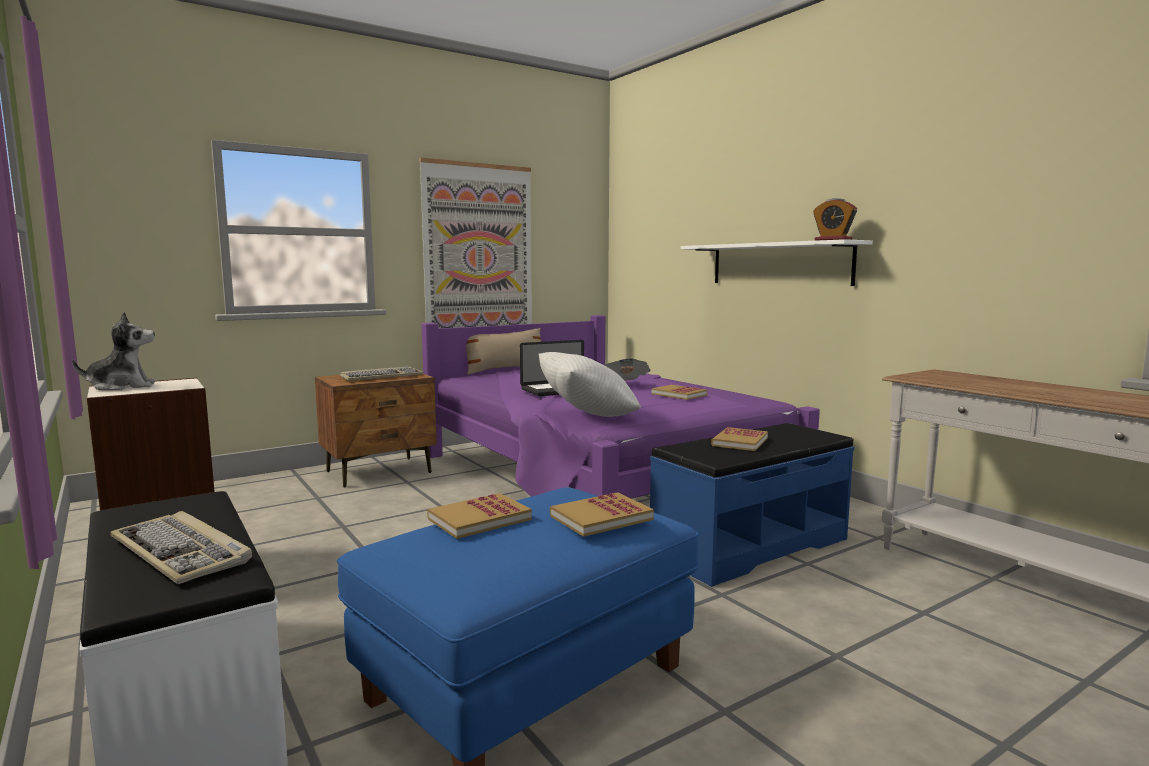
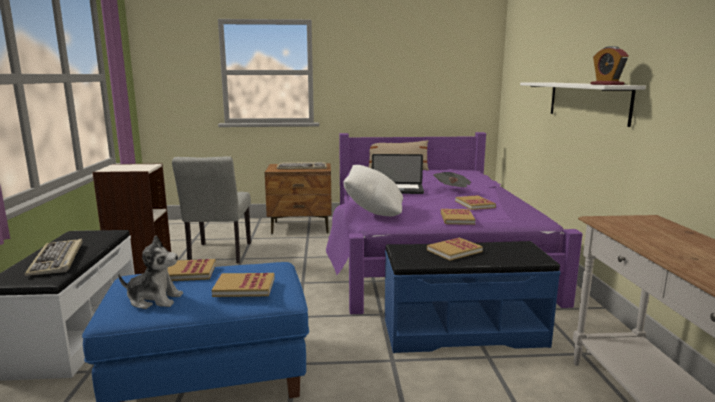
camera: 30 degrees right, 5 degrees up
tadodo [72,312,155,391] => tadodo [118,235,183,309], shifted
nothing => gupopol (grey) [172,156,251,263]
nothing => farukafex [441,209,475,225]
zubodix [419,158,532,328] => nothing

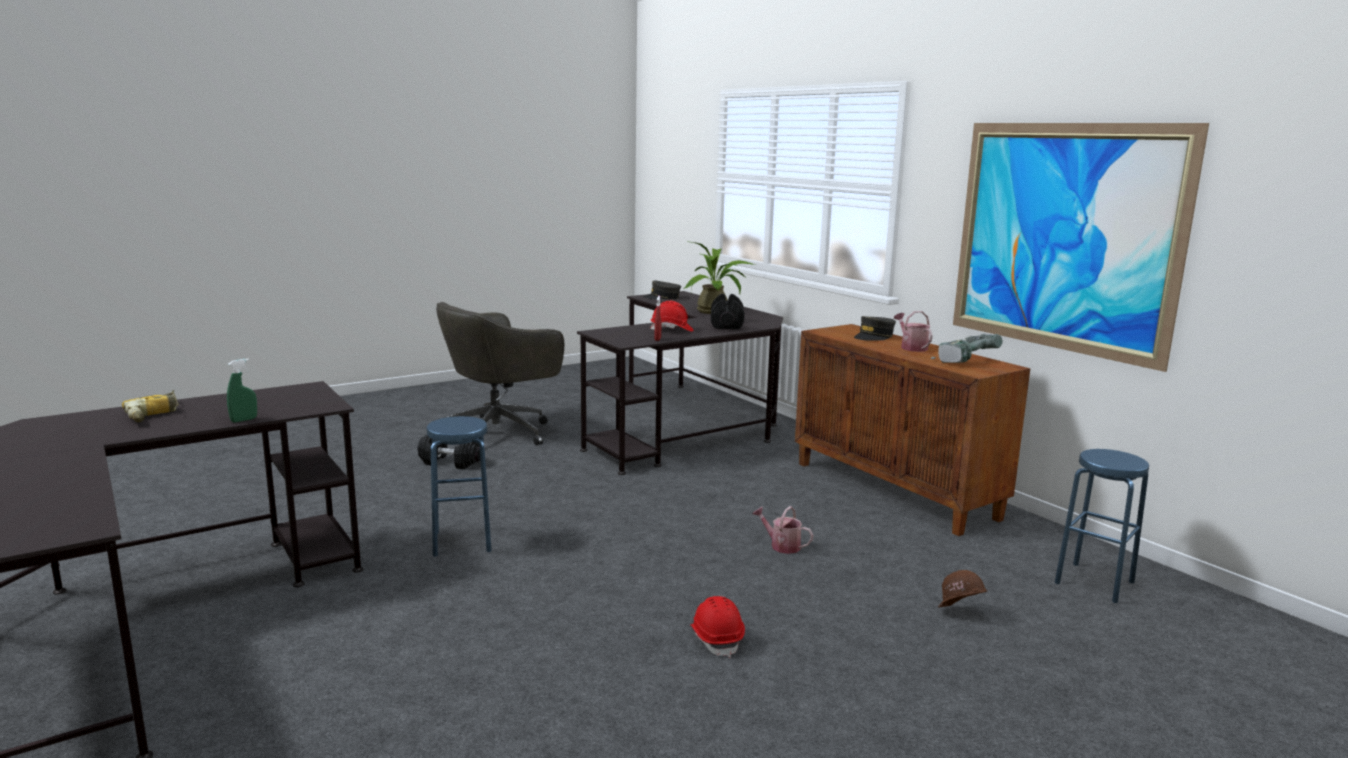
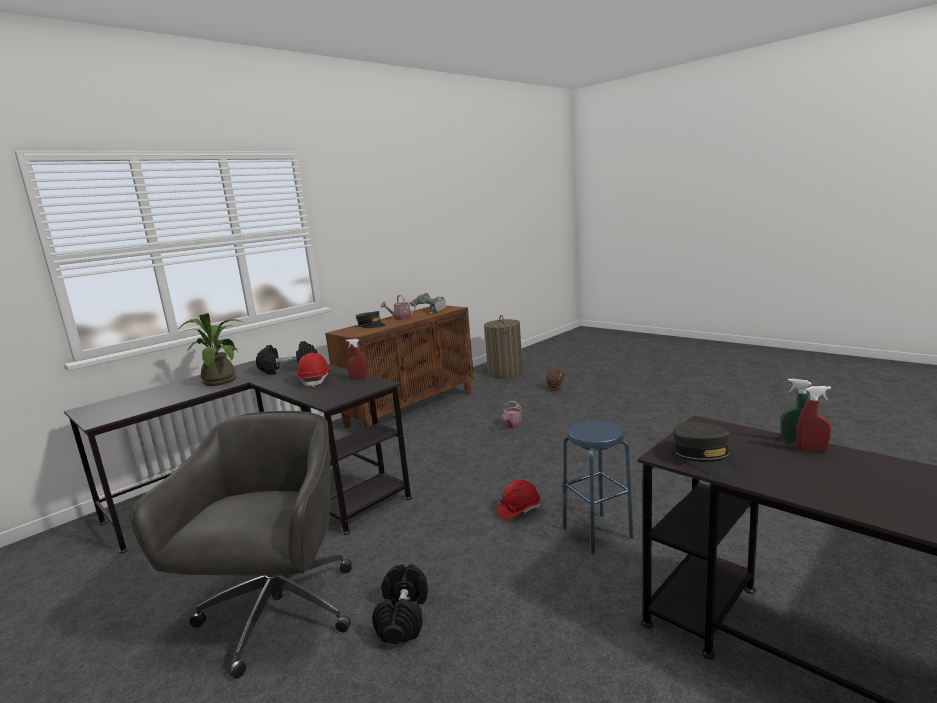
camera: 100 degrees left, 0 degrees up
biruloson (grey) [436,302,564,445] => biruloson (grey) [131,411,352,679], 120 degrees counterclockwise
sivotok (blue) [1055,449,1149,603] => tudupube [484,315,523,378]
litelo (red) [690,596,745,658] => litelo (red) [497,480,541,520], shifted
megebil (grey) [643,281,681,300] => megebil (grey) [673,422,737,476], shifted
nothing => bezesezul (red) [796,386,831,452]
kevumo [122,390,179,422] => nothing
zubodix [953,123,1209,372] => nothing

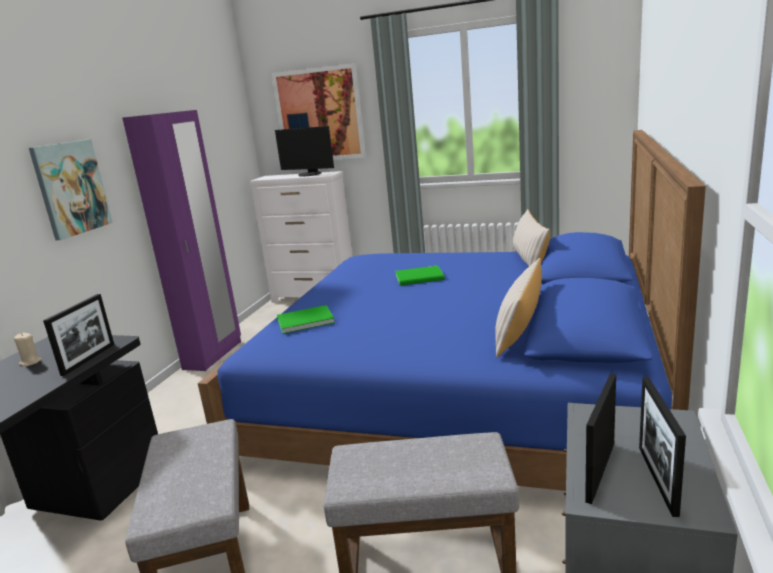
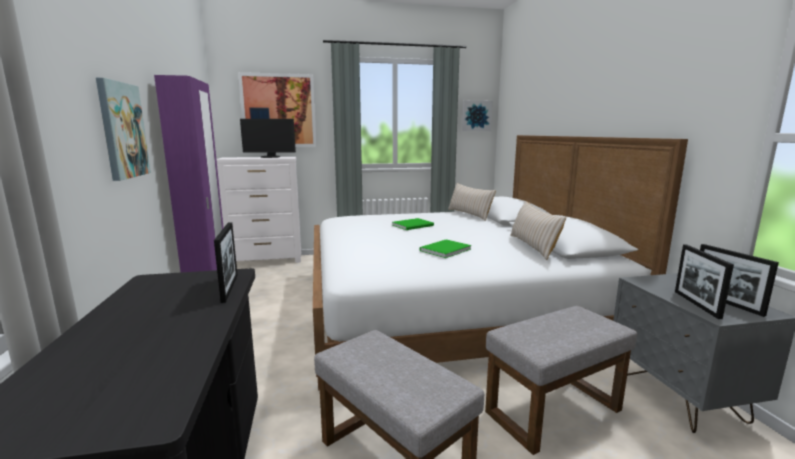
camera: 30 degrees left, 5 degrees down
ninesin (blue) [198,130,706,491] => ninesin (white) [313,135,688,390]
farukafex (green) [277,305,335,334] => farukafex (green) [419,239,471,258], shifted
nothing => zubodix [462,100,492,131]
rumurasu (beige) [14,333,42,366] => nothing

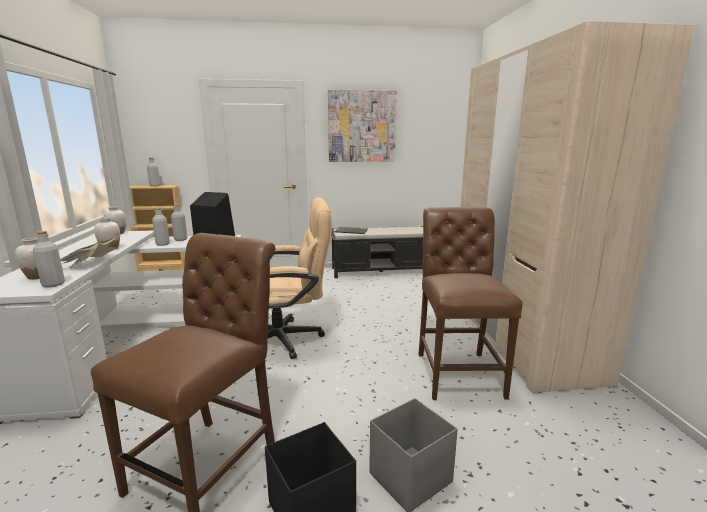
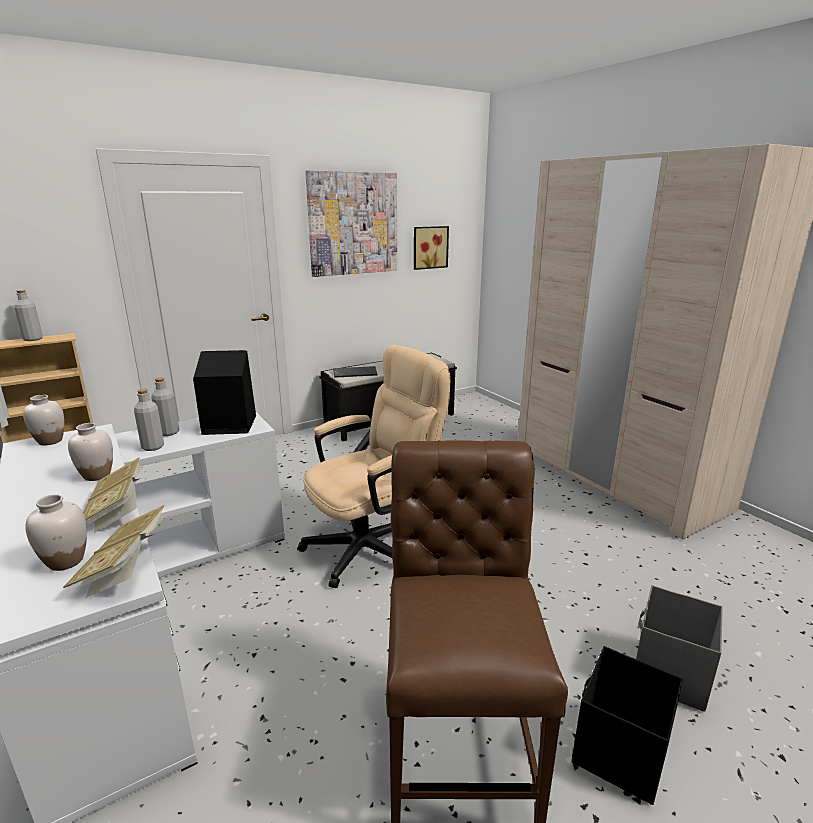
camera: 25 degrees left, 5 degrees up
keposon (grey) [33,231,65,288] => farukafex [63,505,167,598]
nothing => zubodix [414,226,449,270]
gupopol (brown) [418,207,523,400] => nothing

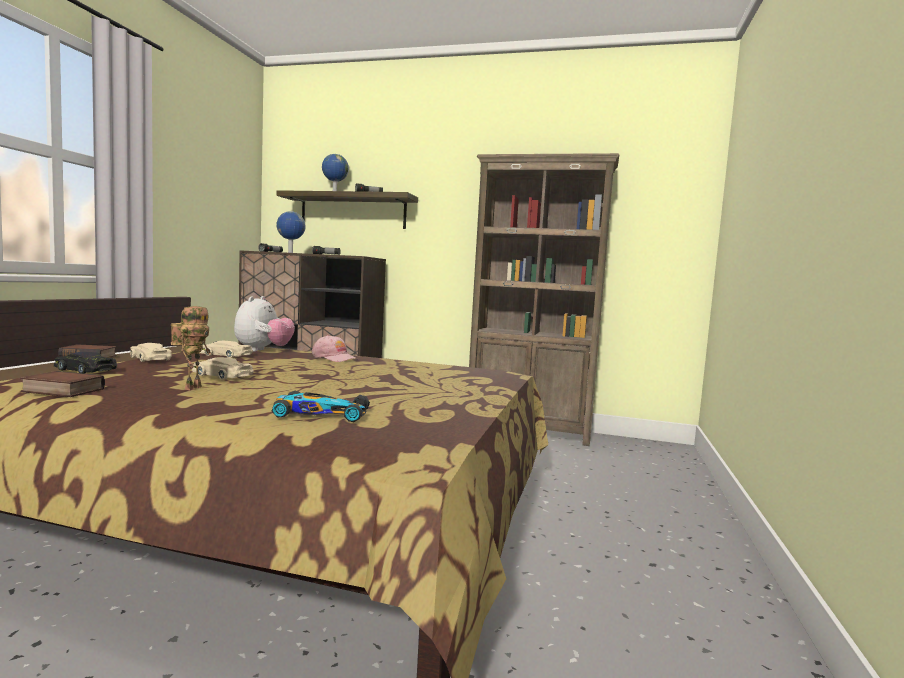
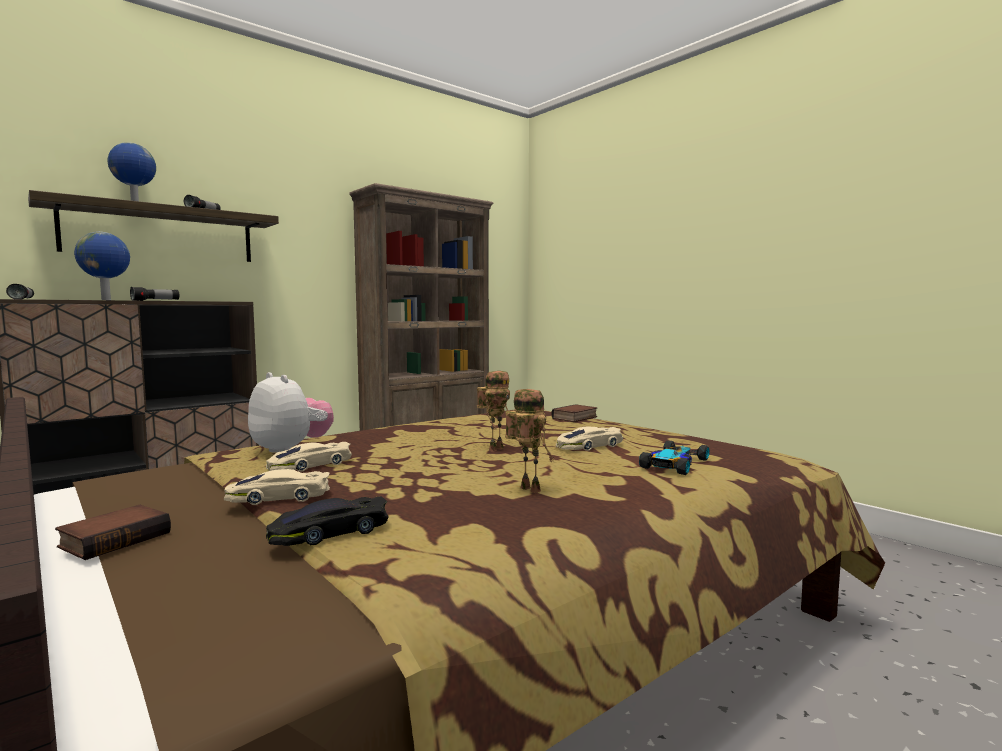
camera: 55 degrees left, 0 degrees up
nothing => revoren [477,371,510,452]
farukafex [20,371,105,397] => farukafex [552,404,597,422], shifted
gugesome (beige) [192,357,254,380] => gugesome (beige) [556,427,623,451], shifted
megebil (pink) [312,335,359,362] => nothing

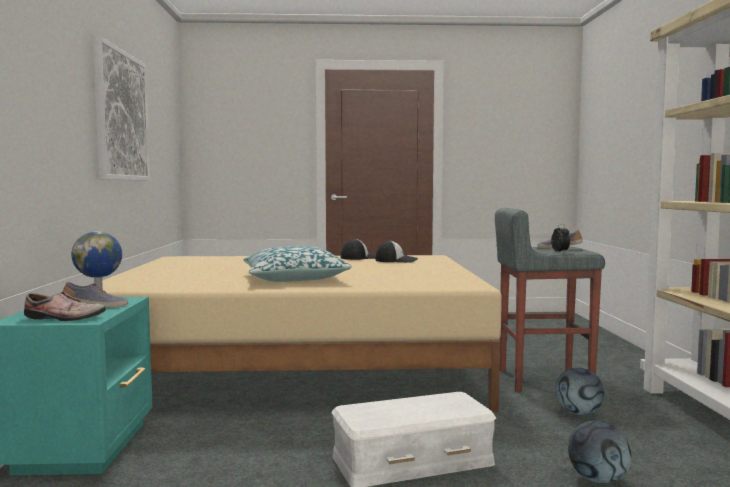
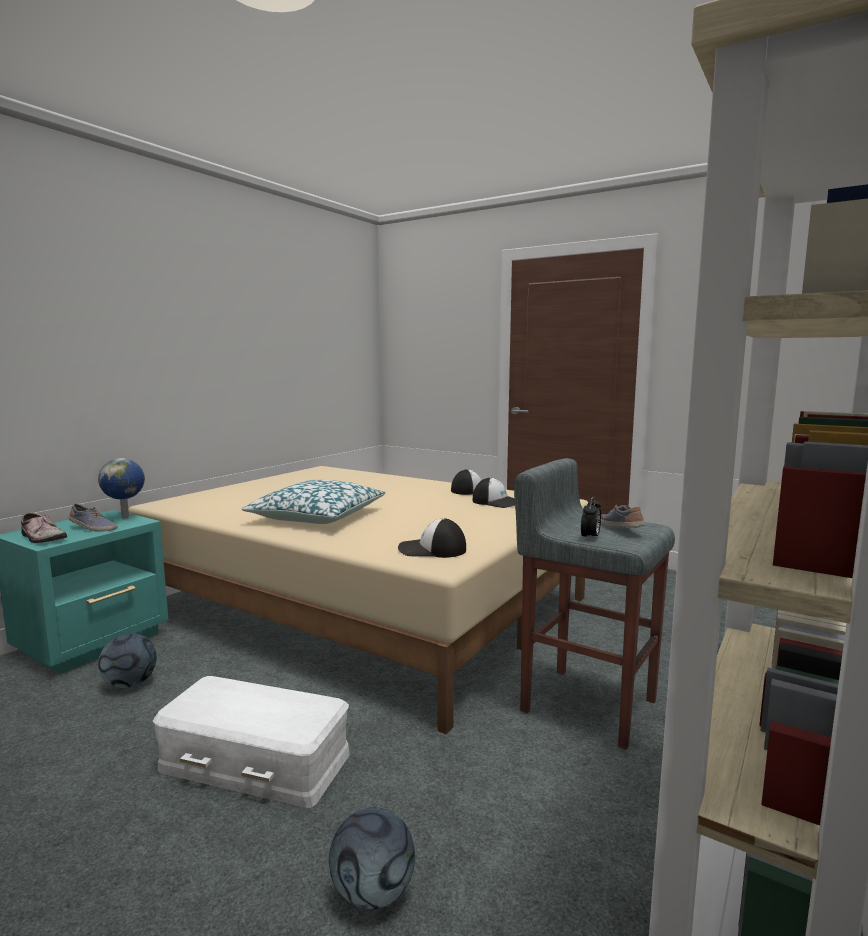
camera: 35 degrees right, 5 degrees up
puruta [556,368,604,415] => puruta [98,633,157,688], shifted
nothing => megebil [398,518,466,558]
zubodix [93,35,150,181] => nothing

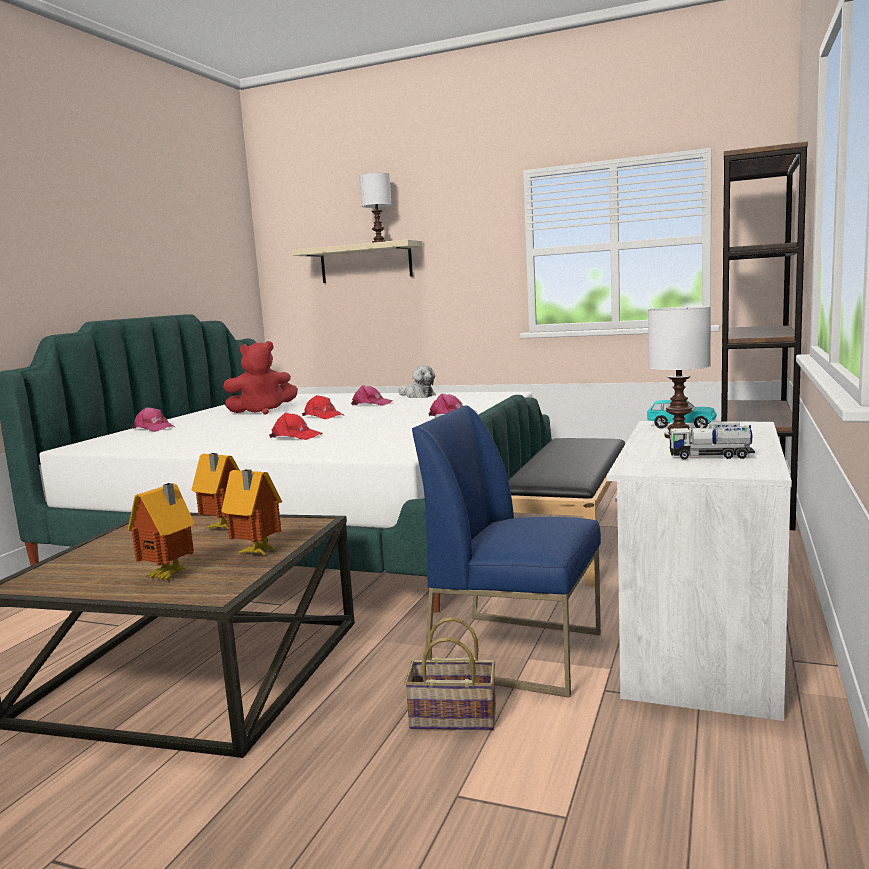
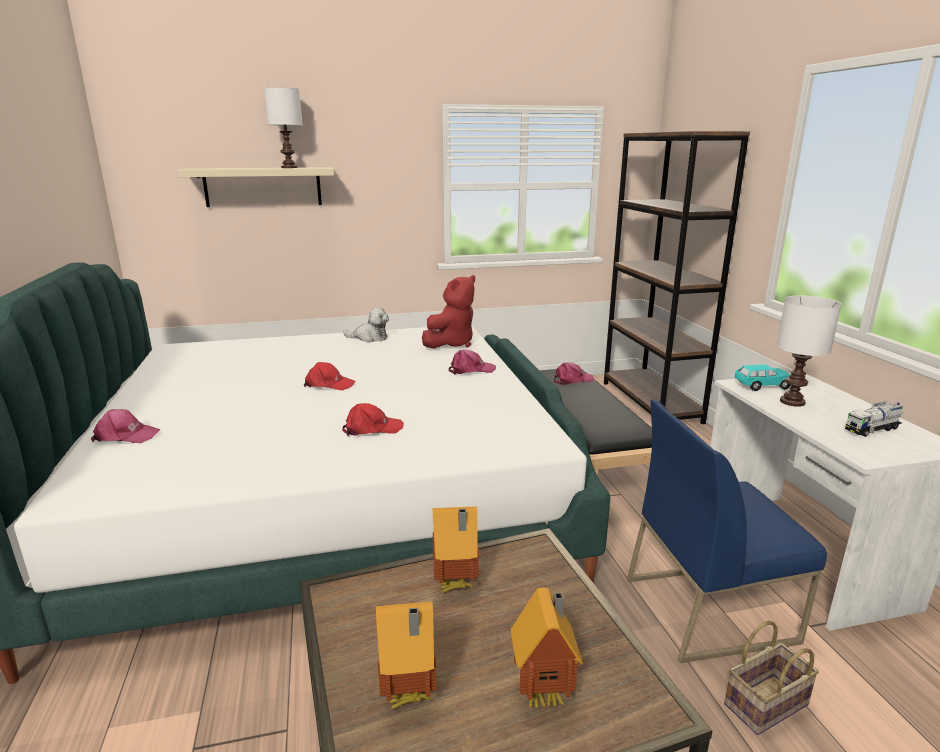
camera: 35 degrees left, 10 degrees up
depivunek [221,469,282,557] => depivunek [376,601,437,709], shifted
tadodo (red) [223,341,298,414] => tadodo (red) [422,275,475,349], shifted
megebil (pink) [351,385,393,406] => megebil (pink) [554,362,594,385], shifted

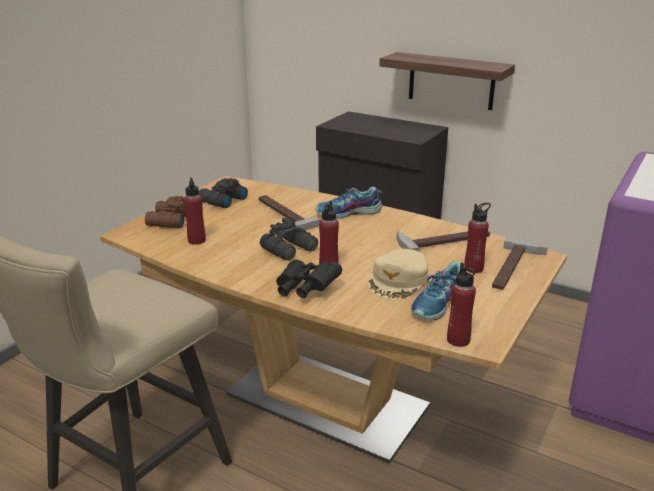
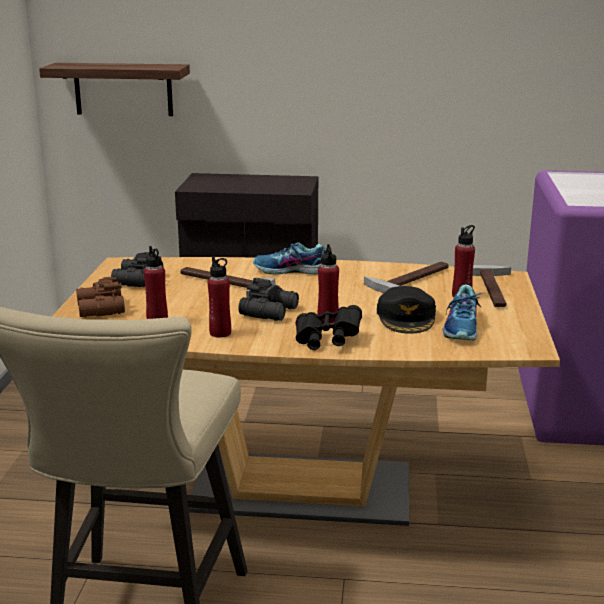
camera: 25 degrees left, 5 degrees down
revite [379,52,515,110] => revite [39,63,190,116], shifted
keposon (red) [447,263,476,347] => keposon (red) [208,256,231,338], shifted
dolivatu [316,187,382,219] => dolivatu [253,242,326,275], 45 degrees clockwise
megebil (beige) [368,249,429,300] => megebil (black) [377,286,436,334]

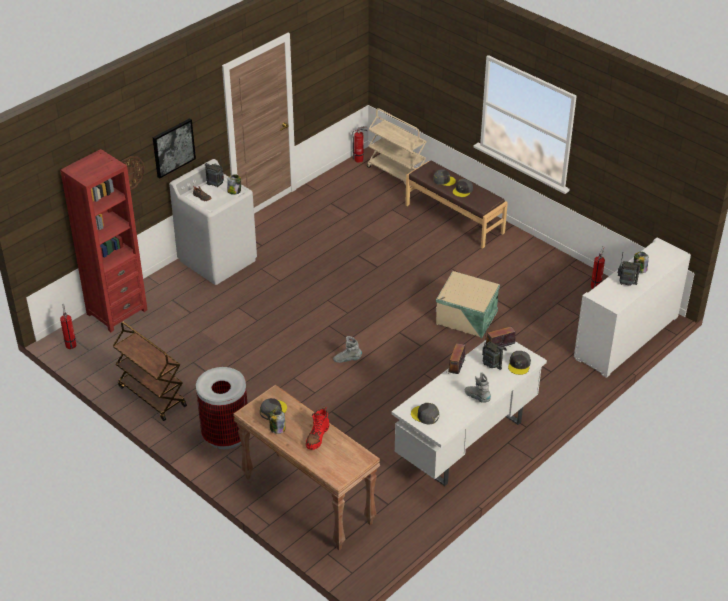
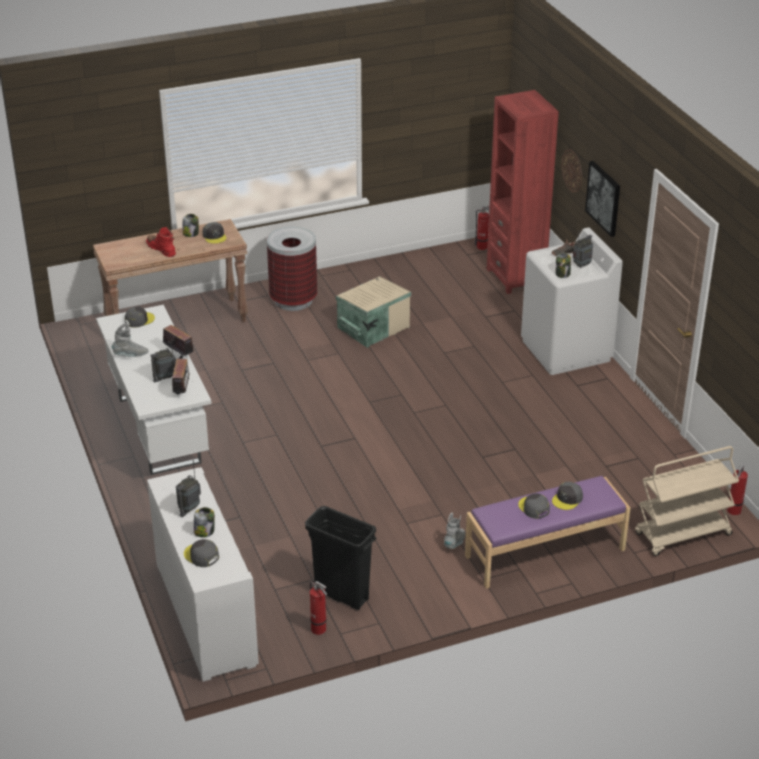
camera: 115 degrees right, 5 degrees down
megebil (grey) [508,351,531,375] => megebil (grey) [184,539,219,567], shifted
nothing => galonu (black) [305,506,376,610]
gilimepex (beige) [436,271,500,338] => gilimepex (beige) [336,276,411,348], shifted
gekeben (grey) [333,336,362,363] => gekeben (grey) [444,512,465,549], shifted
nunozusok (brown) [405,161,508,249] => nunozusok (purple) [465,476,630,589]
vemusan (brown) [113,322,187,421] => nothing

